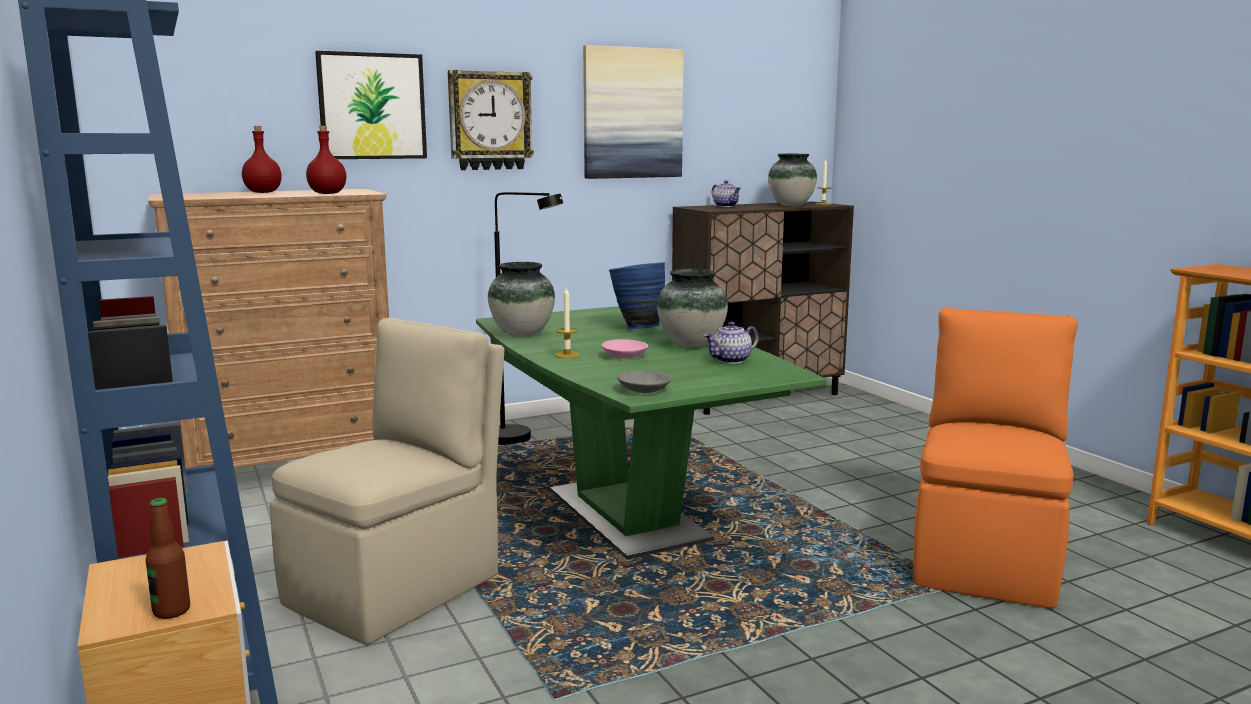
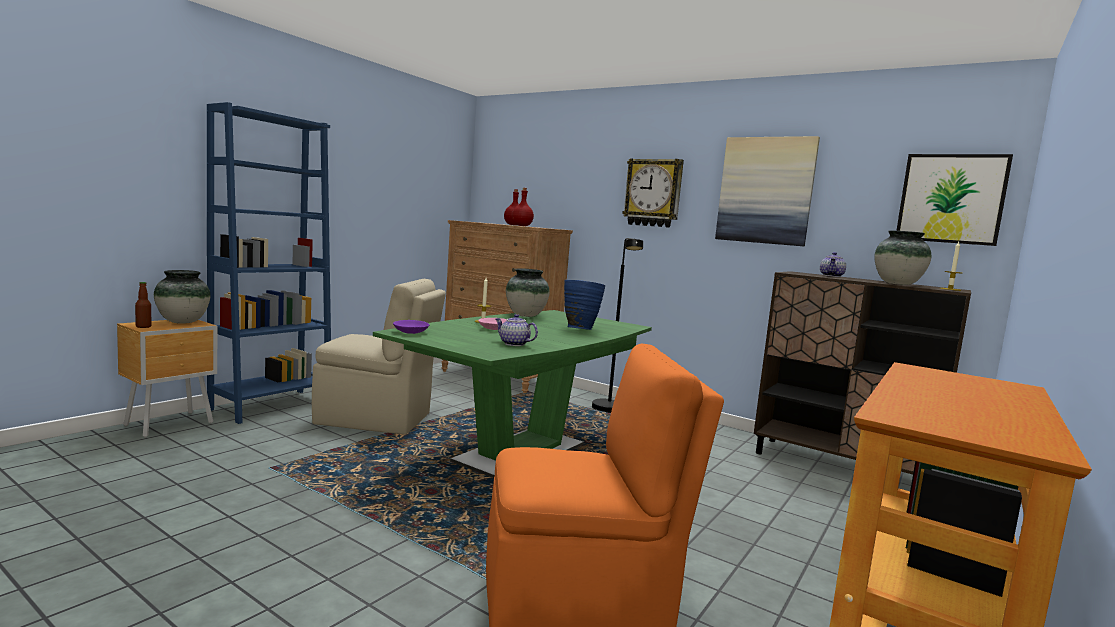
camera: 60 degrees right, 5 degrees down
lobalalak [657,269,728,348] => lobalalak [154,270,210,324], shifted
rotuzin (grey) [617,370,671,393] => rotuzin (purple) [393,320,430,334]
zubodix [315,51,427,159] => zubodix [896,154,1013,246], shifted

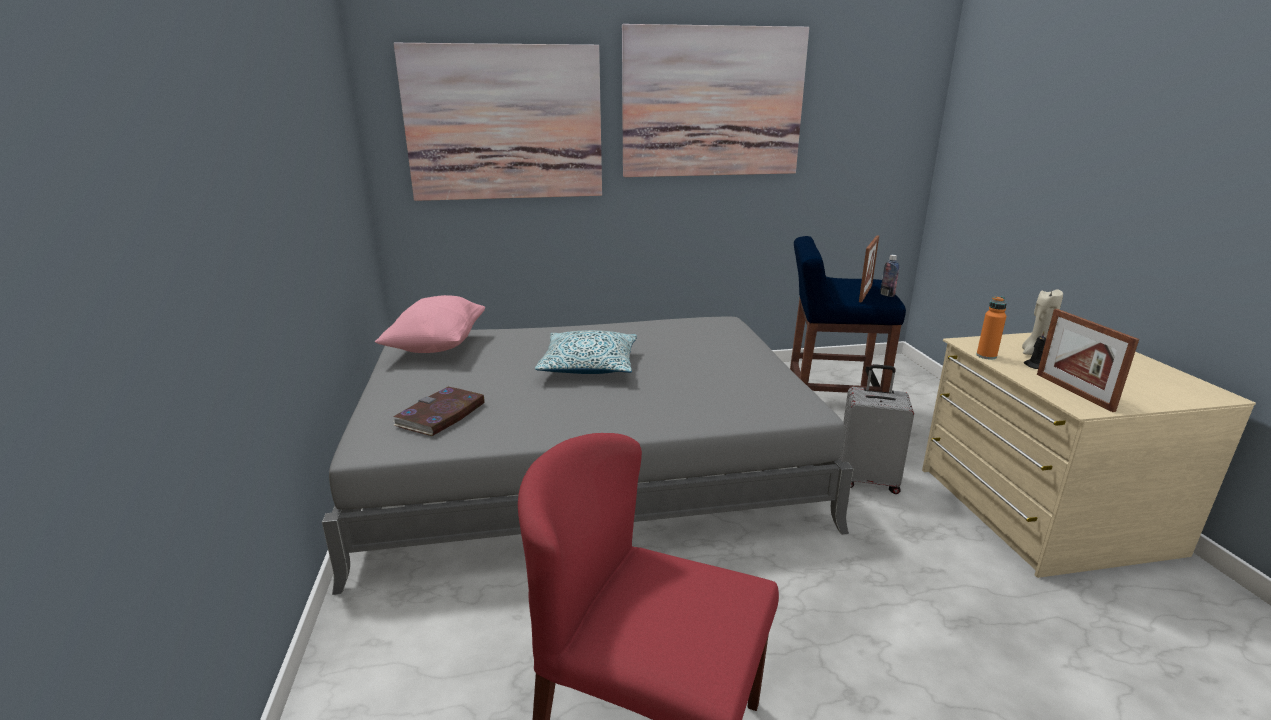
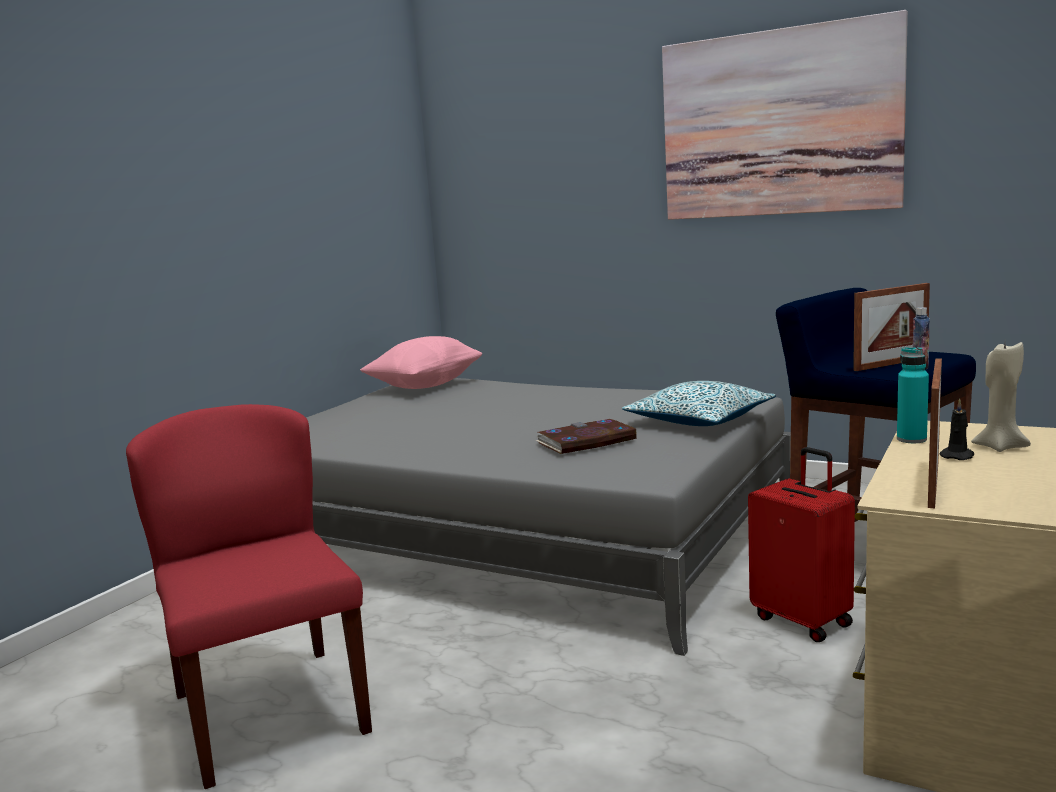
camera: 40 degrees right, 10 degrees down
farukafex [393,387,484,436] => farukafex [536,419,637,454], shifted
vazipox [535,330,637,374] => vazipox [622,381,776,426], shifted
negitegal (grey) [839,364,914,494] => negitegal (red) [748,447,855,642]
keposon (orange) [976,296,1007,360] => keposon (turquoise) [897,347,929,443]
zubodix [394,43,602,201] => nothing

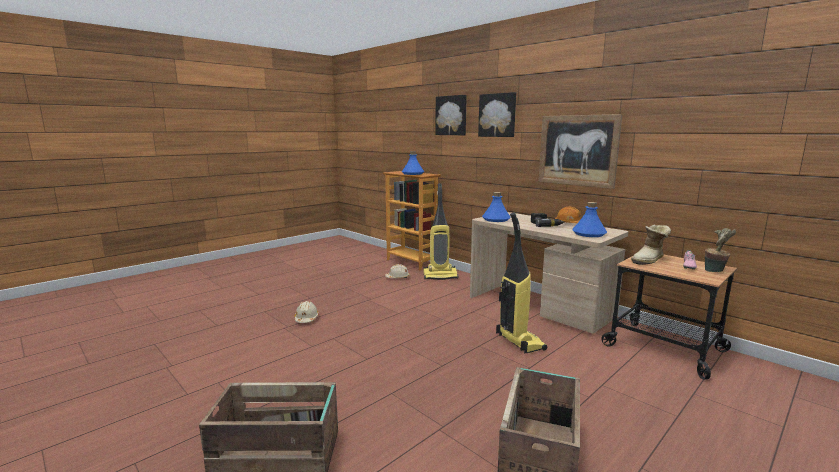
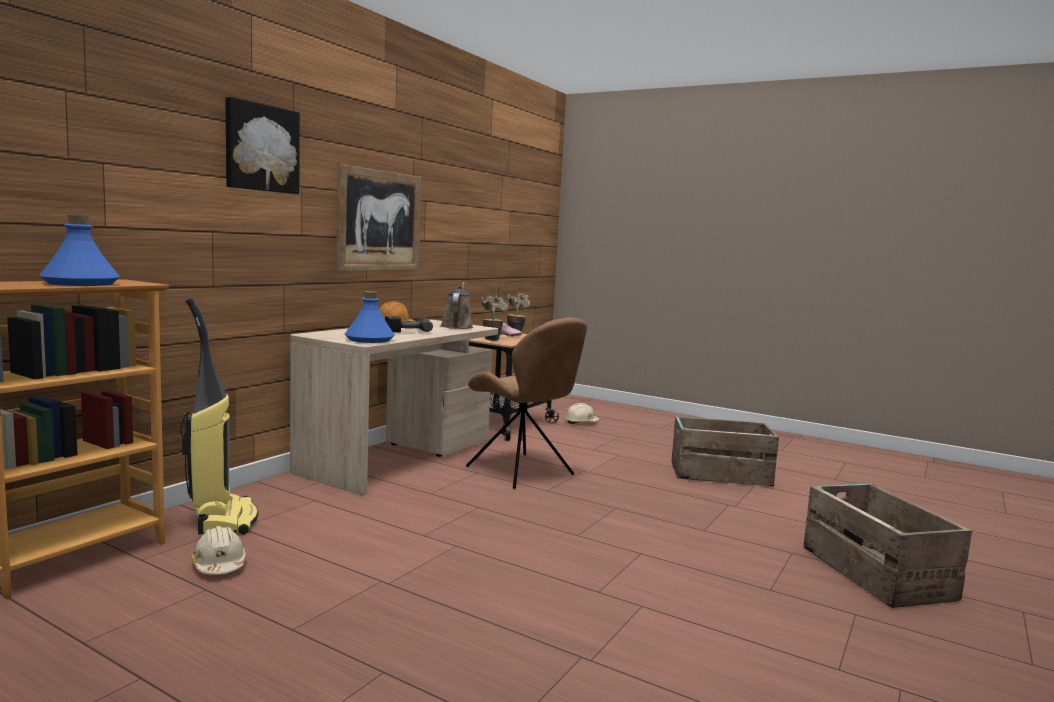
camera: 105 degrees left, 5 degrees down
keposon (blue) [572,202,607,237] => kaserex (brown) [440,282,473,329]
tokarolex [496,213,547,353] => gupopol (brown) [466,318,587,489]
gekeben [631,225,671,265] => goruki [481,295,508,341]
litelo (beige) [294,301,319,323] => litelo (beige) [564,403,599,424], shifted
zubodix [435,95,467,135] => nothing

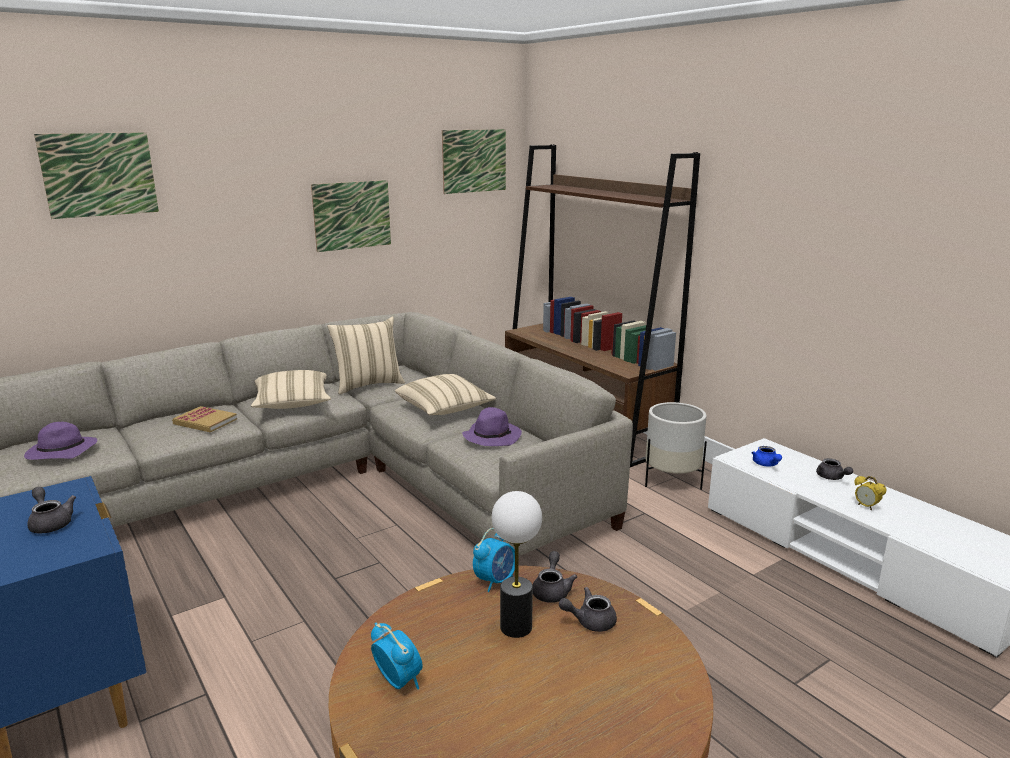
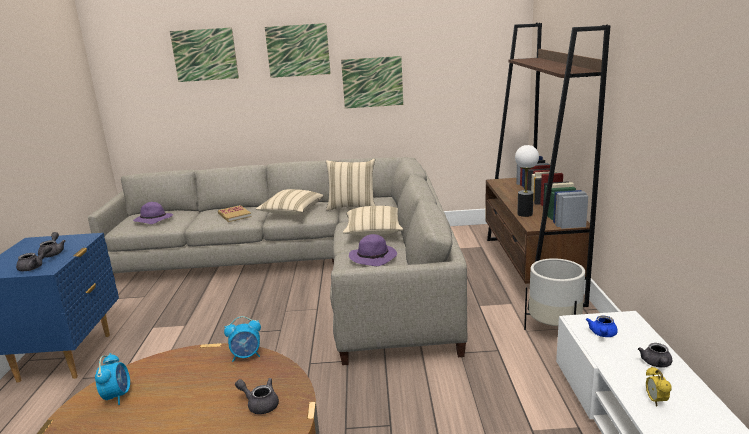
camera: 35 degrees right, 0 degrees up
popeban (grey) [533,551,577,603] => popeban (grey) [16,245,52,271], shifted
zubodix [442,129,506,194] => zubodix [265,23,331,78], shifted
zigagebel [492,491,542,638] => zigagebel [515,145,539,217], shifted

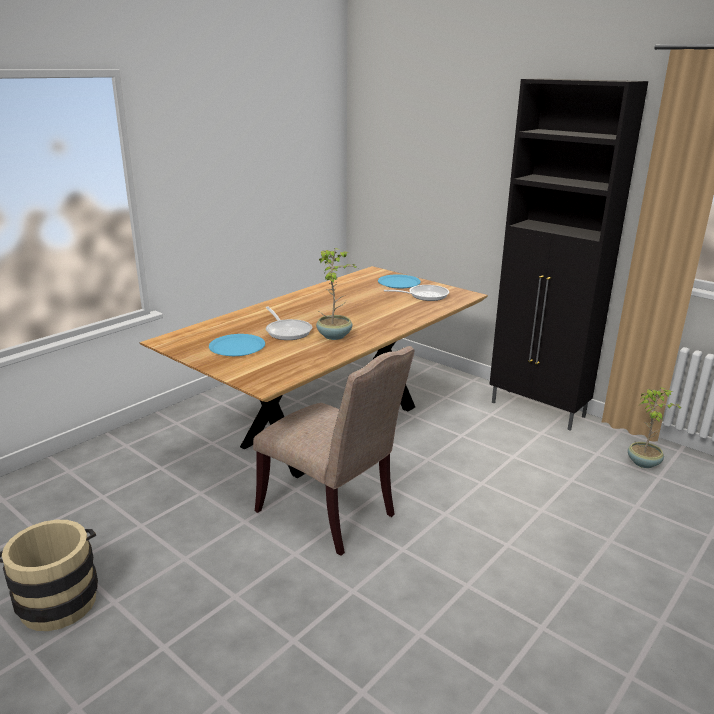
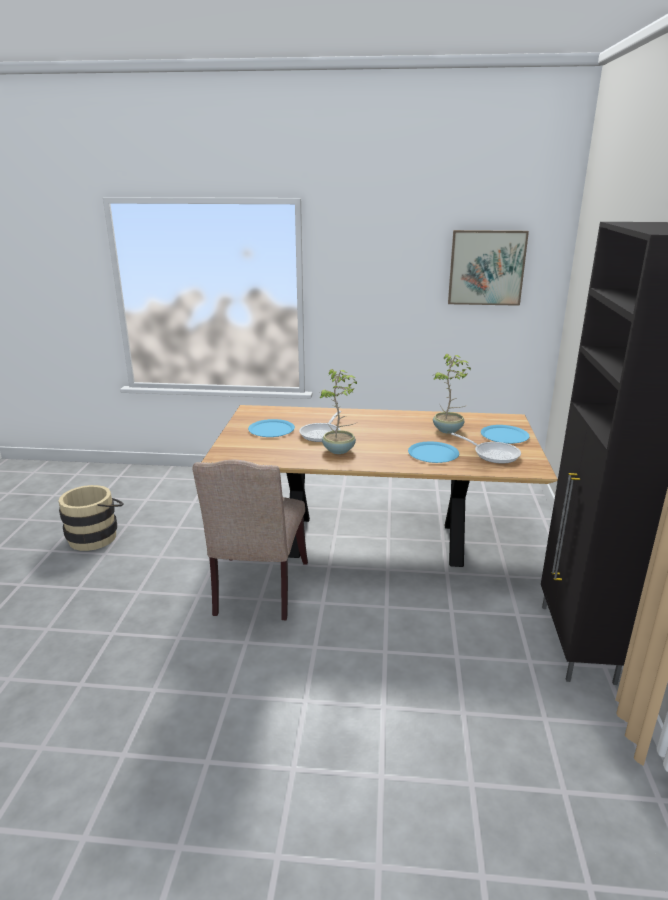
camera: 55 degrees right, 0 degrees up
nothing => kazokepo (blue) [408,442,459,463]
goruki [628,387,681,468] => goruki [433,354,471,434], shifted
nothing => zubodix [448,230,529,306]

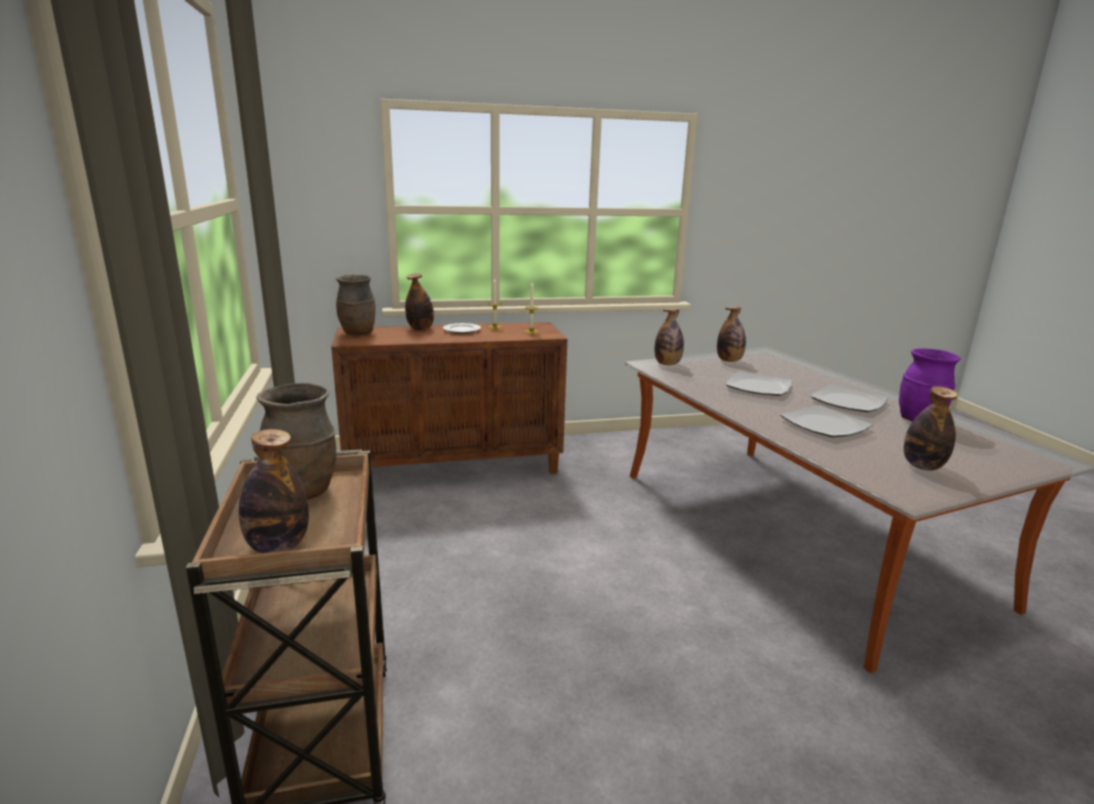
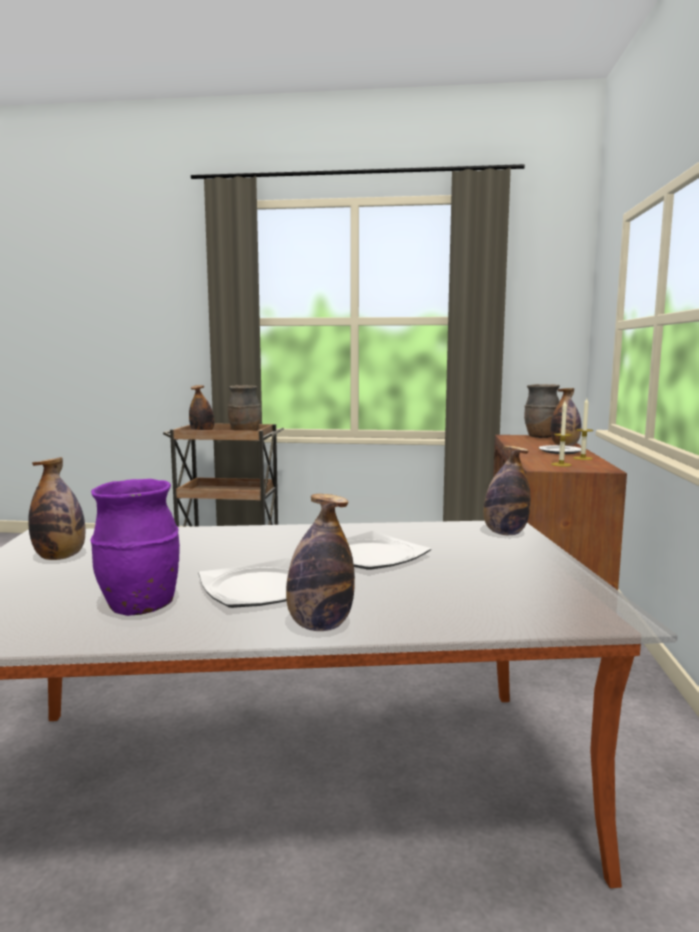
camera: 110 degrees right, 10 degrees down
keposon [717,307,746,362] => keposon [286,494,355,631], shifted
kazokepo [780,405,873,437] => nothing

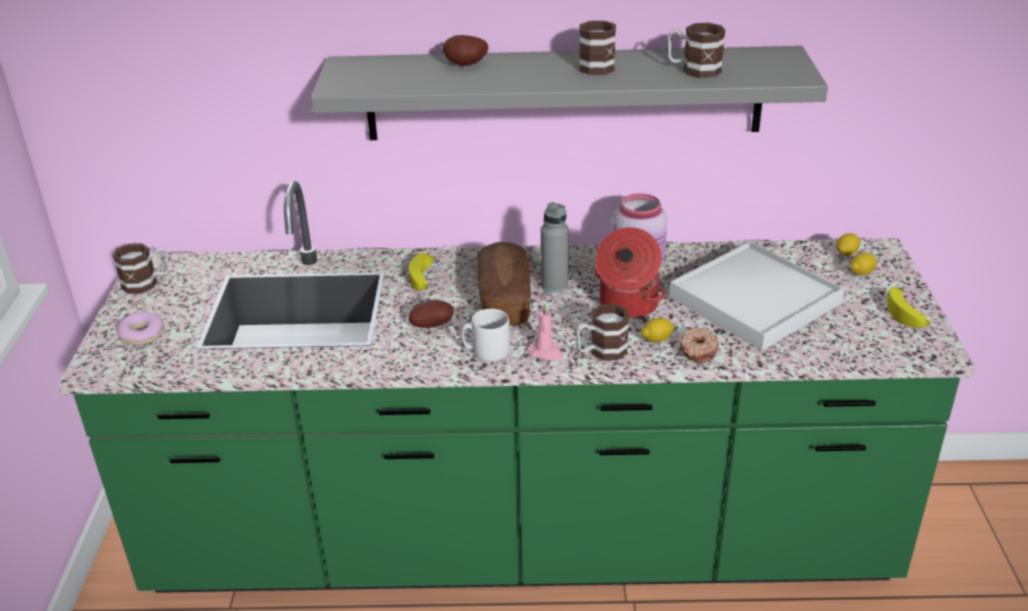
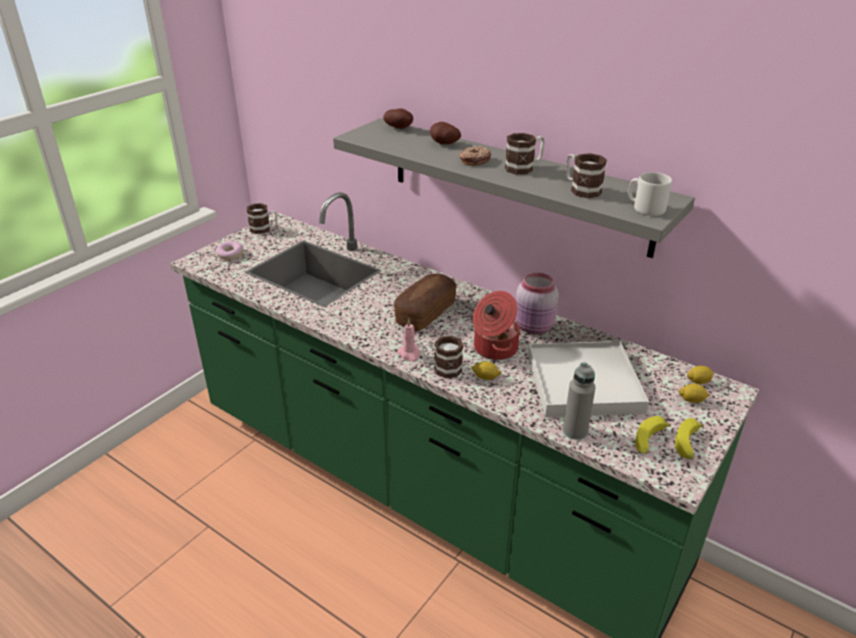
camera: 35 degrees right, 0 degrees up
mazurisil [409,300,454,328] => mazurisil [383,108,413,129], shifted
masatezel [680,328,719,363] => masatezel [459,146,491,166], shifted
keposon (grey) [541,202,569,293] => keposon (grey) [563,362,596,440], shifted
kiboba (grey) [462,309,510,362] => kiboba (grey) [628,172,672,216], shifted
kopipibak [409,253,436,290] => kopipibak [635,416,671,454], shifted

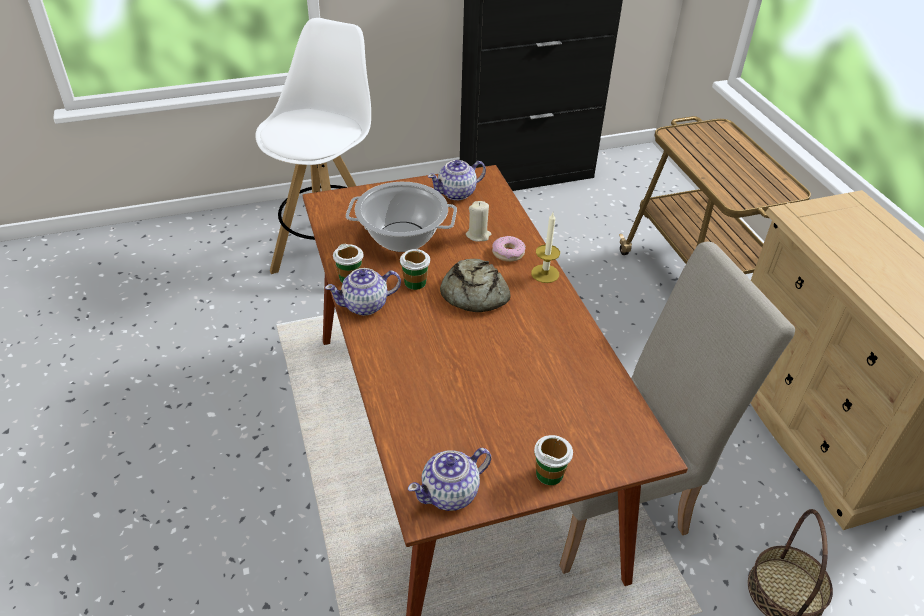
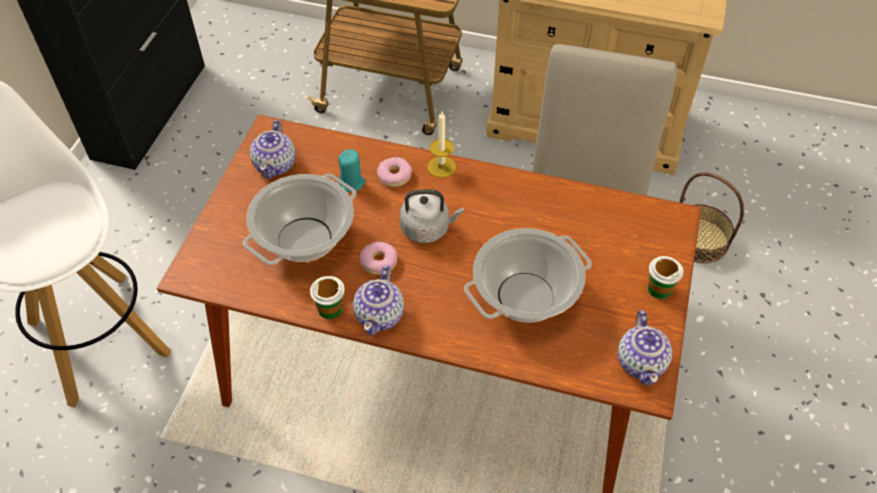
camera: 55 degrees left, 10 degrees up
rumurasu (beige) [466,201,491,242] => rumurasu (turquoise) [338,149,365,192]
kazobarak [400,249,430,290] => masatezel [360,241,397,275]
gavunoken [440,259,511,312] => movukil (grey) [400,190,464,243]
nothing => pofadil [464,228,592,323]

